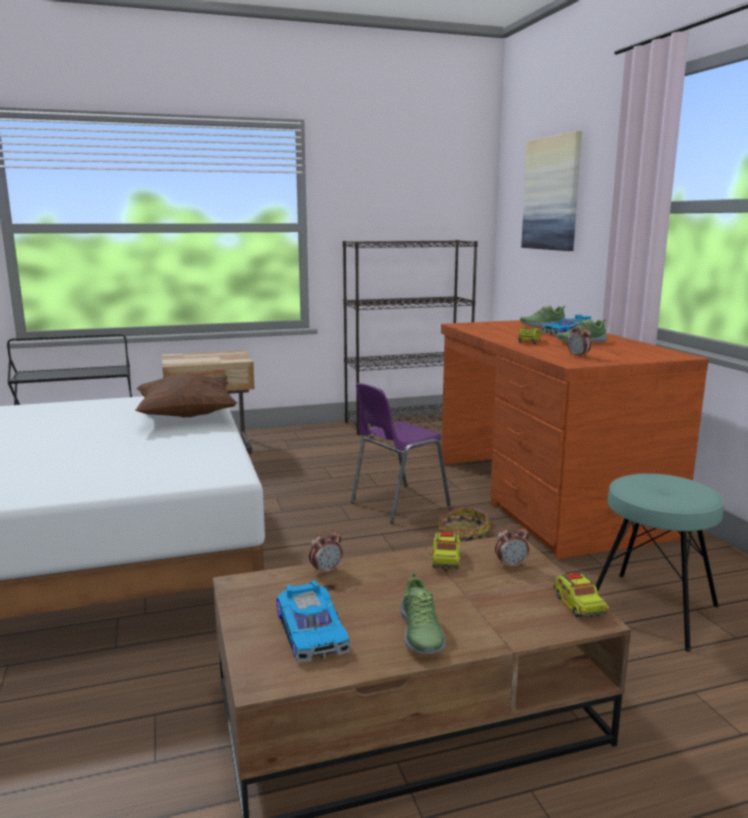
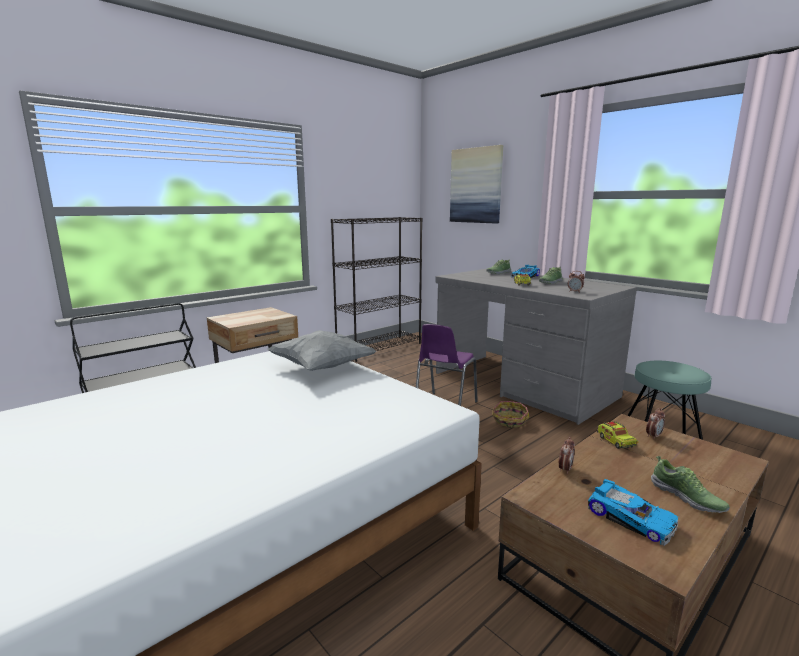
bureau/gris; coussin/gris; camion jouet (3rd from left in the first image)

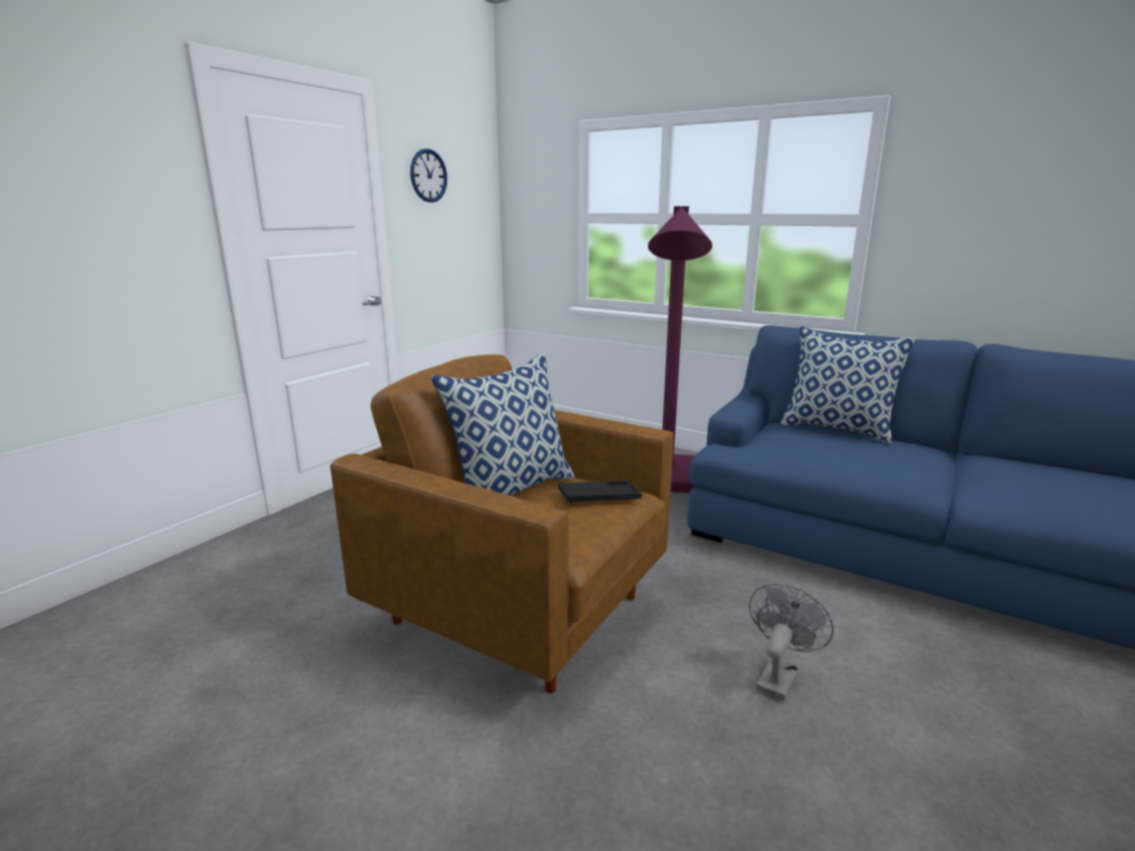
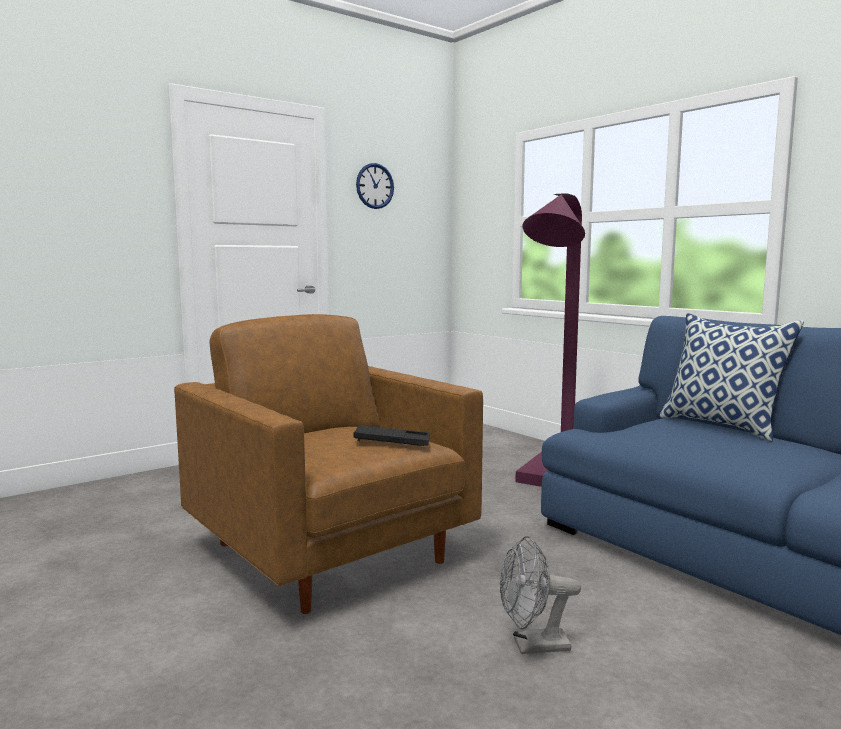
coussin (1st from left in the first image); ventilateur/gris

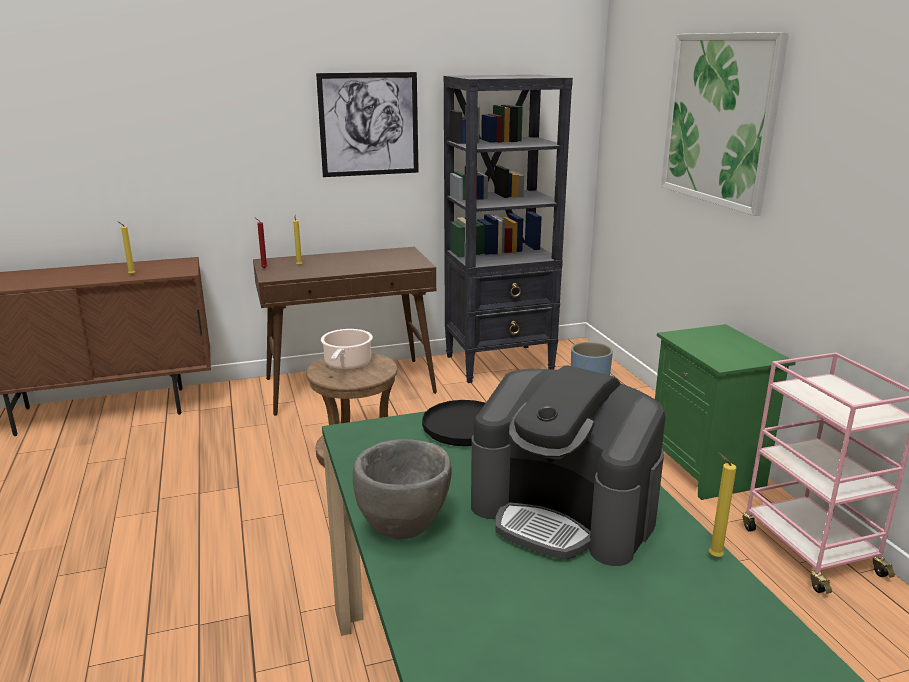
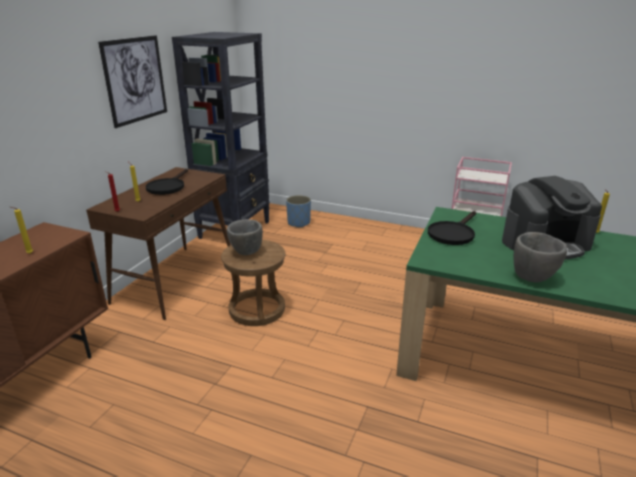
tableau (2nd from left in the first image); table de chevet/vert; bol/gris (1st from left); poêle/noir (1st from left)

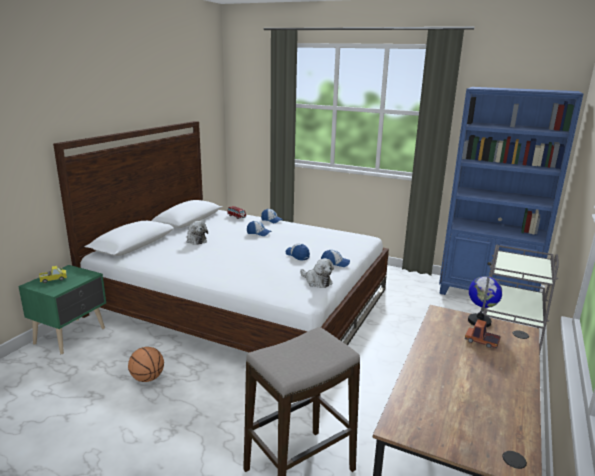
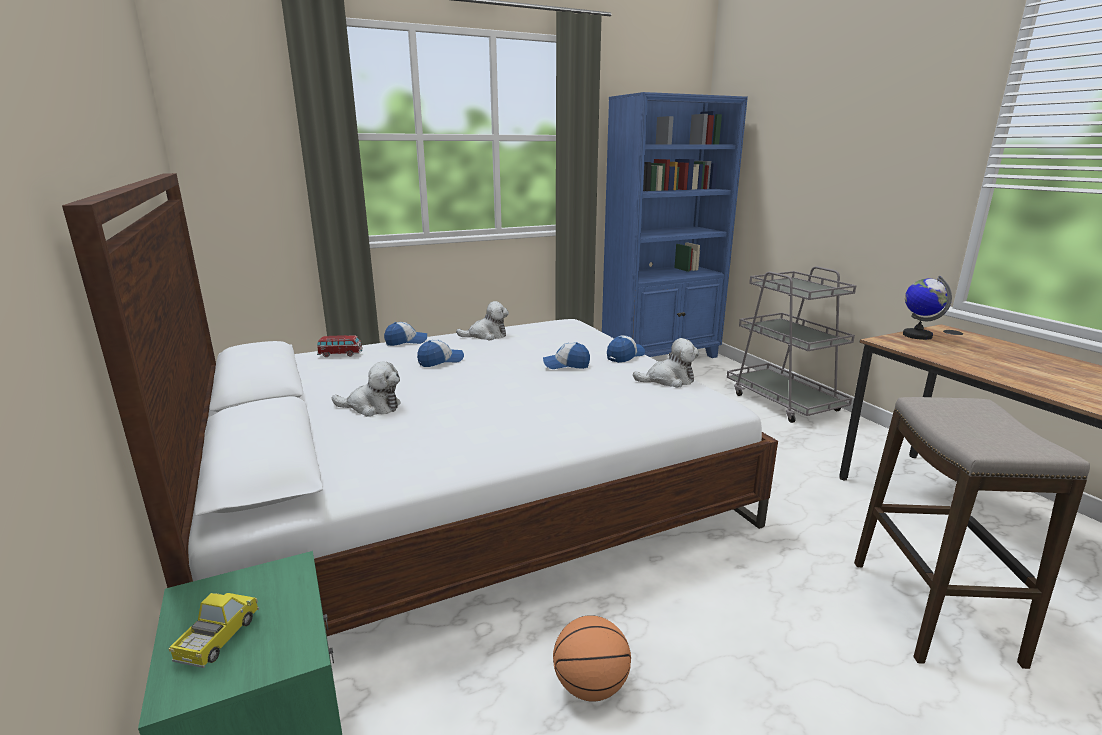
camion jouet (2nd from left in the first image); peluche (2nd from left)

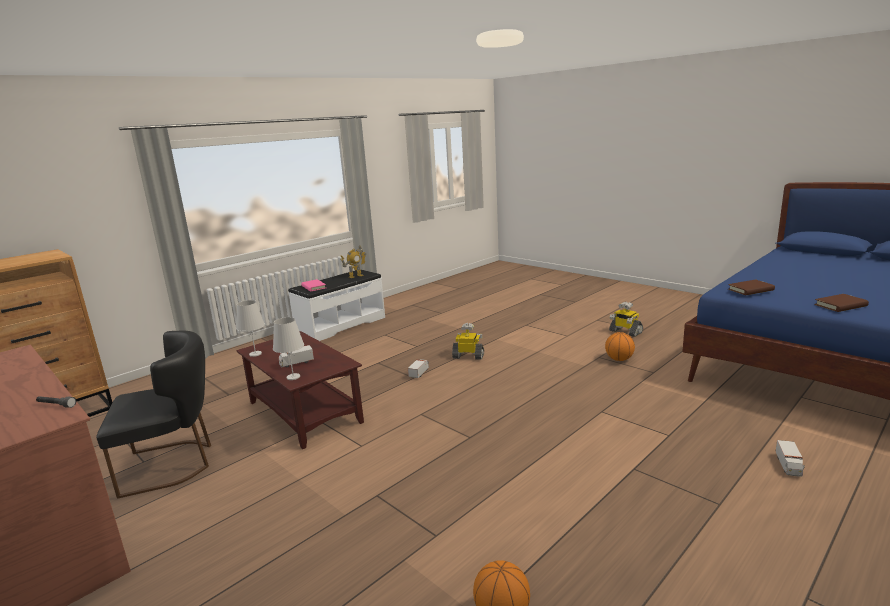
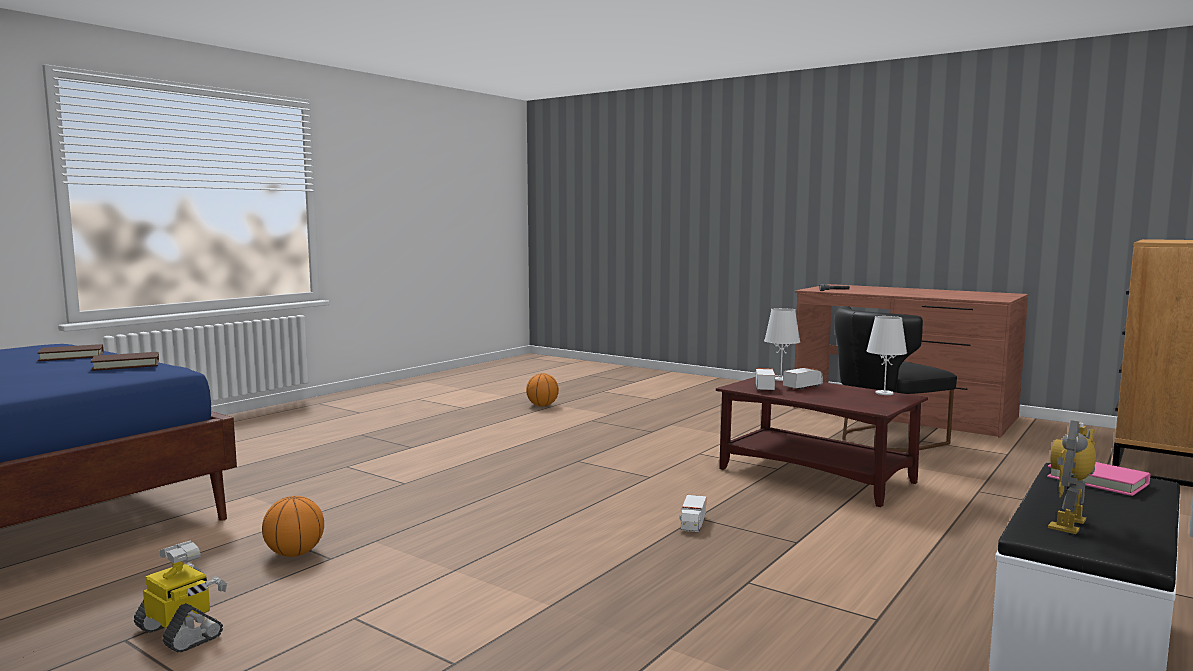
robot jouet (2nd from left in the first image); camion jouet (2nd from left)

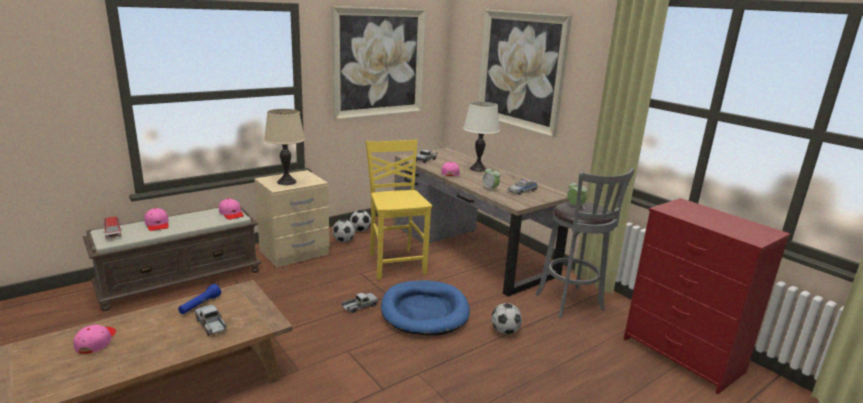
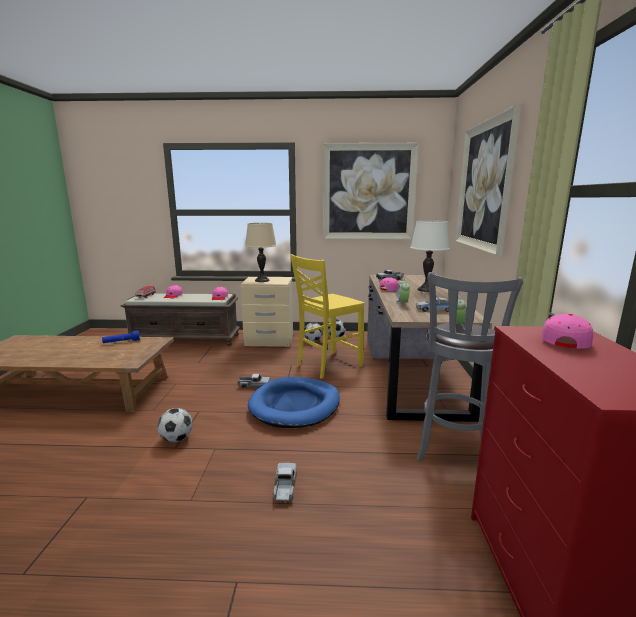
chaise/jaune; ballon de foot (1st from left); camion jouet (2nd from left); casquette/rose (4th from left)

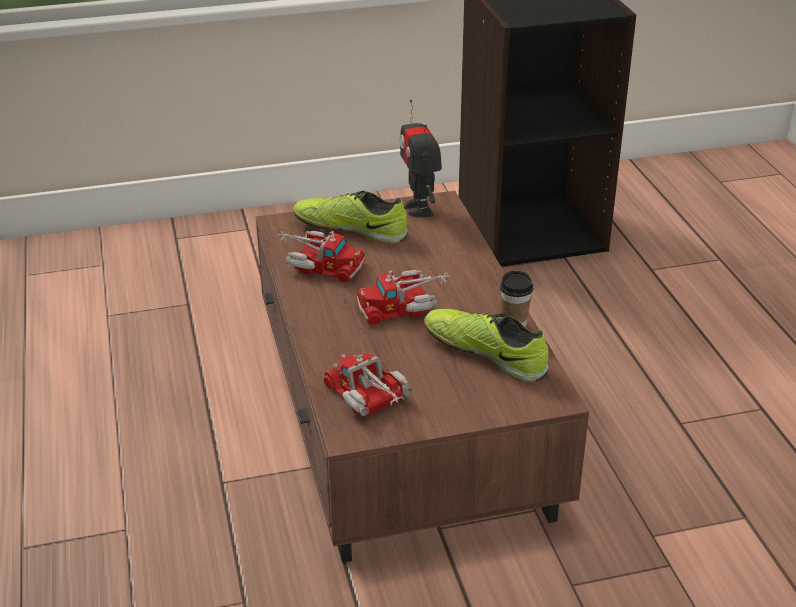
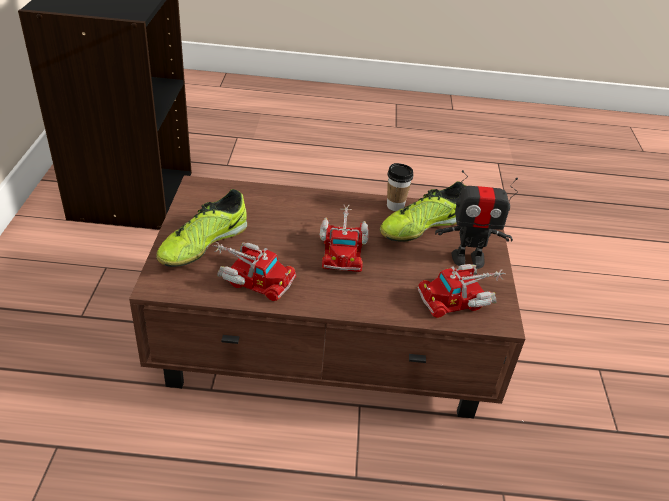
robot jouet; camion jouet (1st from left)

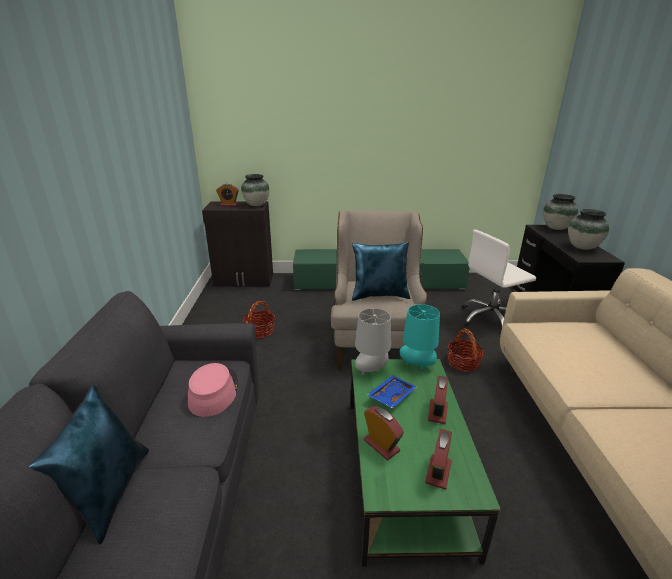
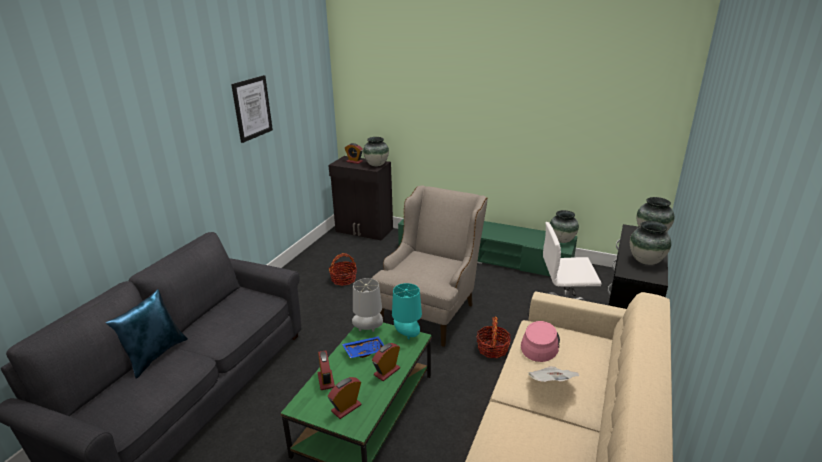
coussin/bleu (2nd from left in the first image); chapeau/rose; tableau; vase (2nd from left); journal

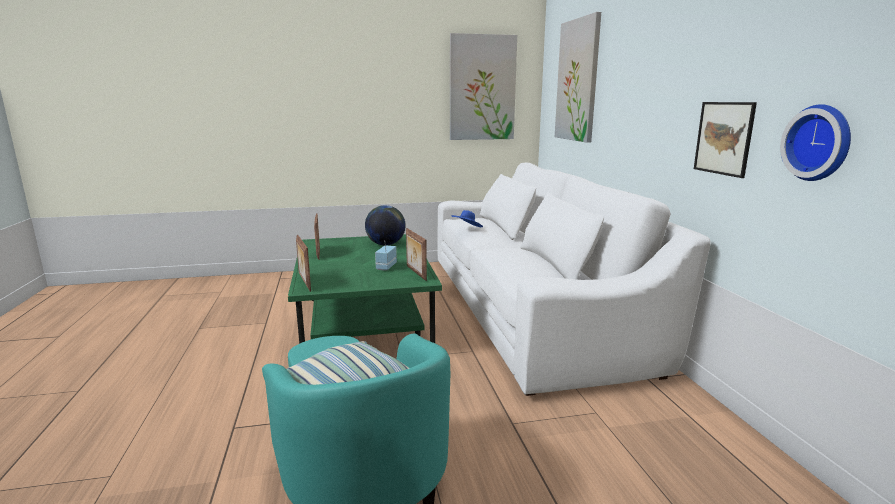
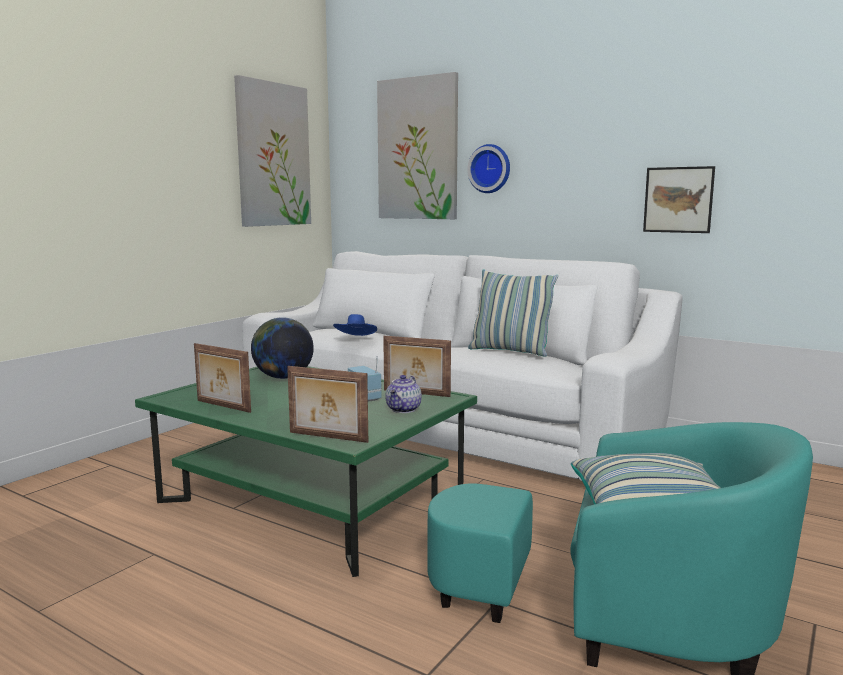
horloge murale; coussin (1st from left); théière

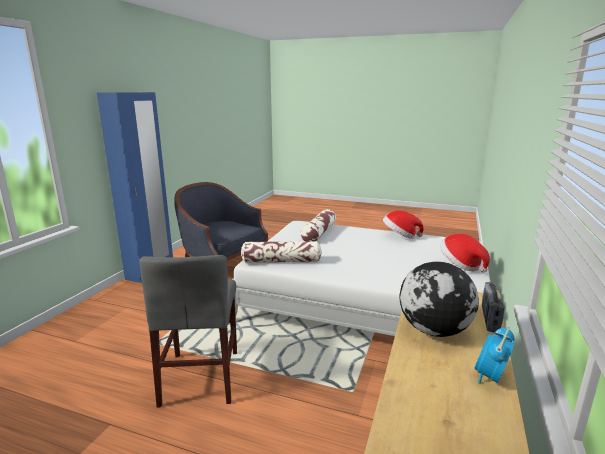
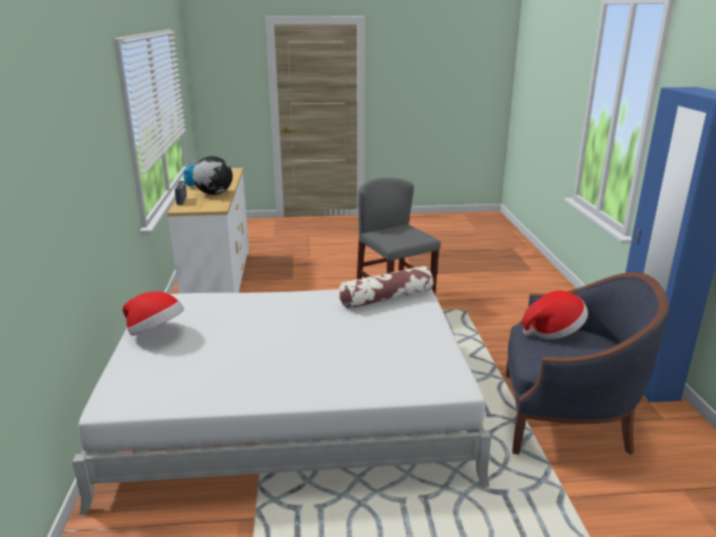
coussin (2nd from left in the first image); chapeau (2nd from left)

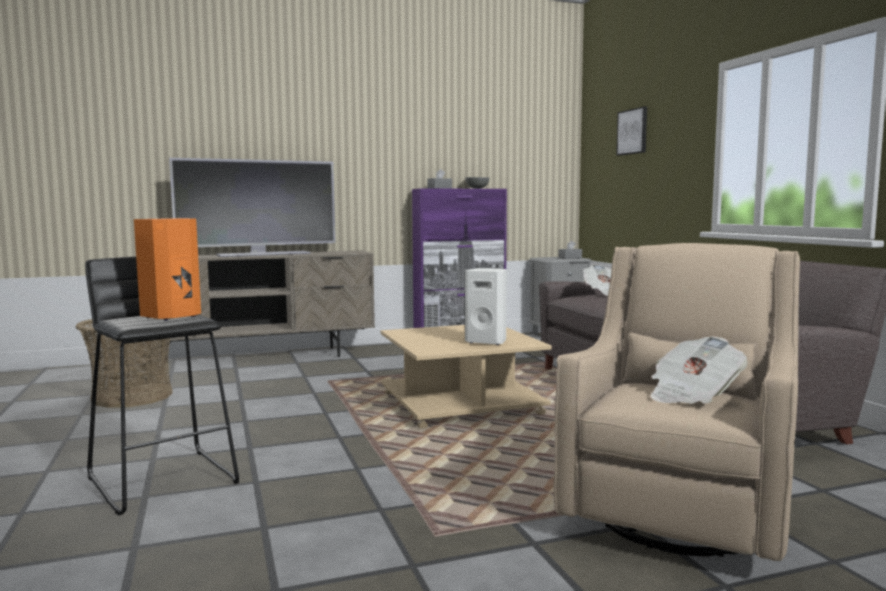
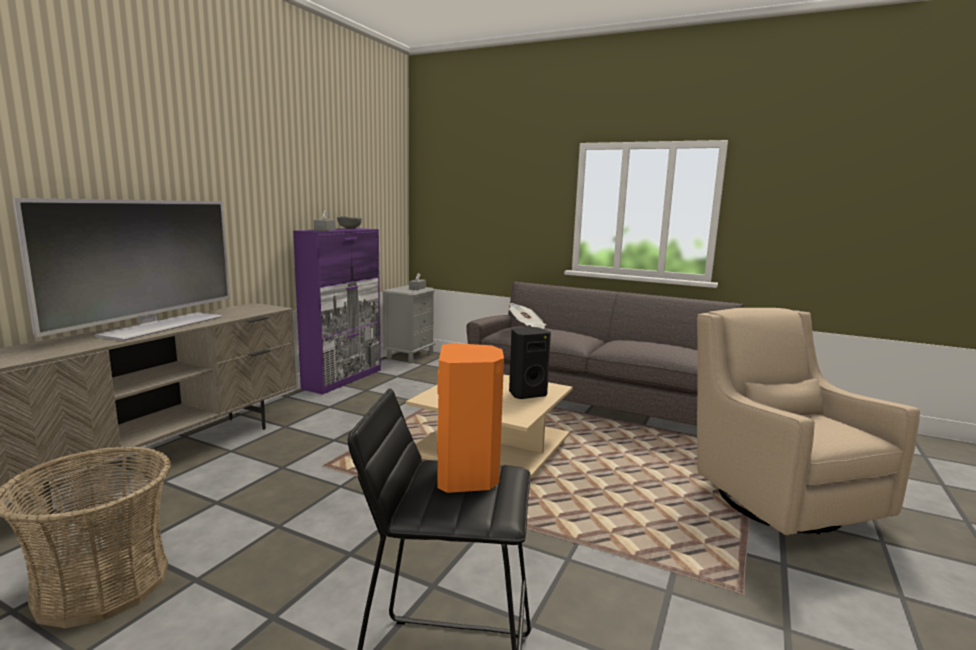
tableau; enceinte/noir; journal (2nd from left in the first image)

